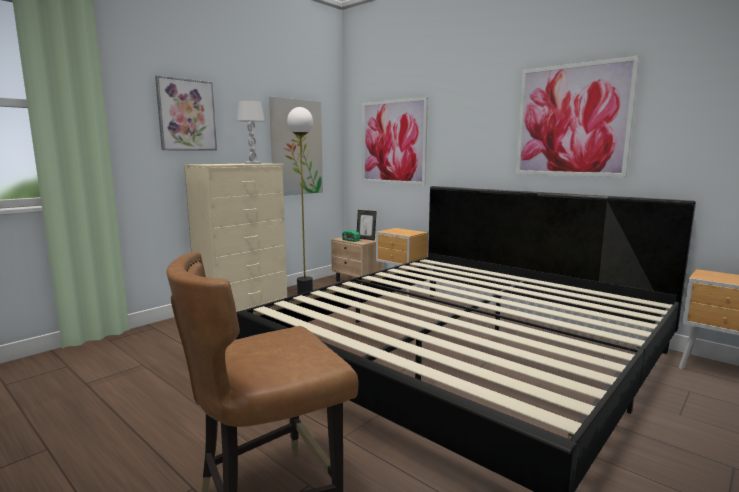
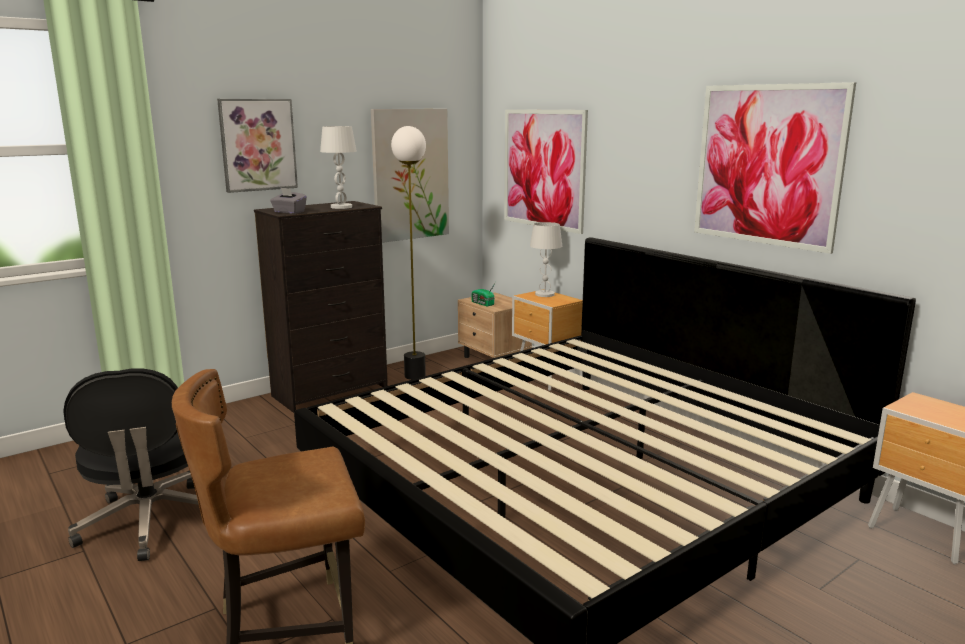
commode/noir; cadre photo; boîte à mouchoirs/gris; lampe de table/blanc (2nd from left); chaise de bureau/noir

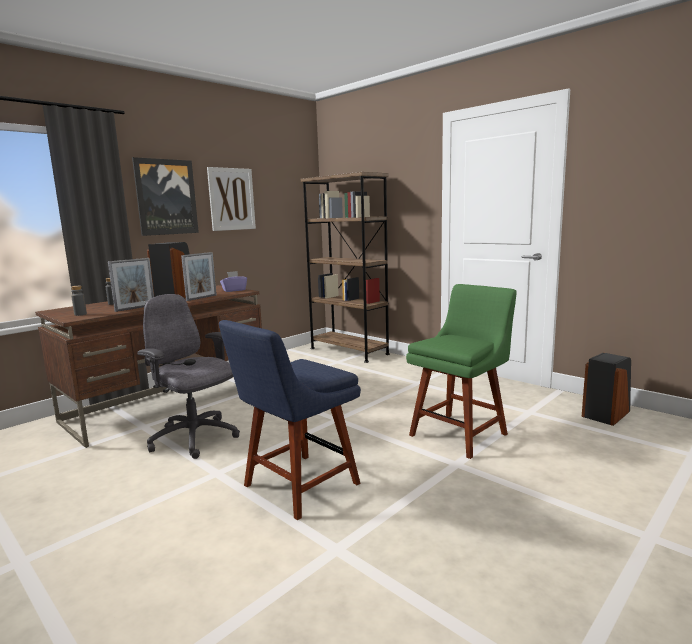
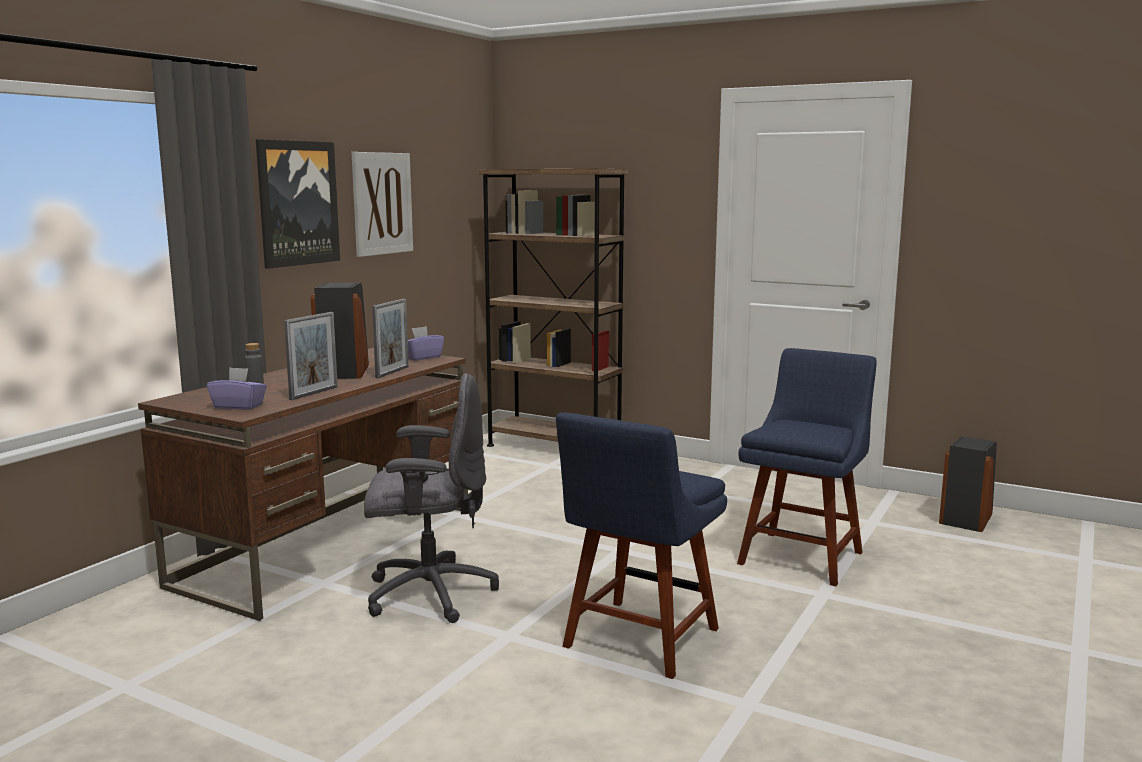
chaise/bleu (2nd from left); boîte à mouchoirs/violet (1st from left); chaise de bureau/gris

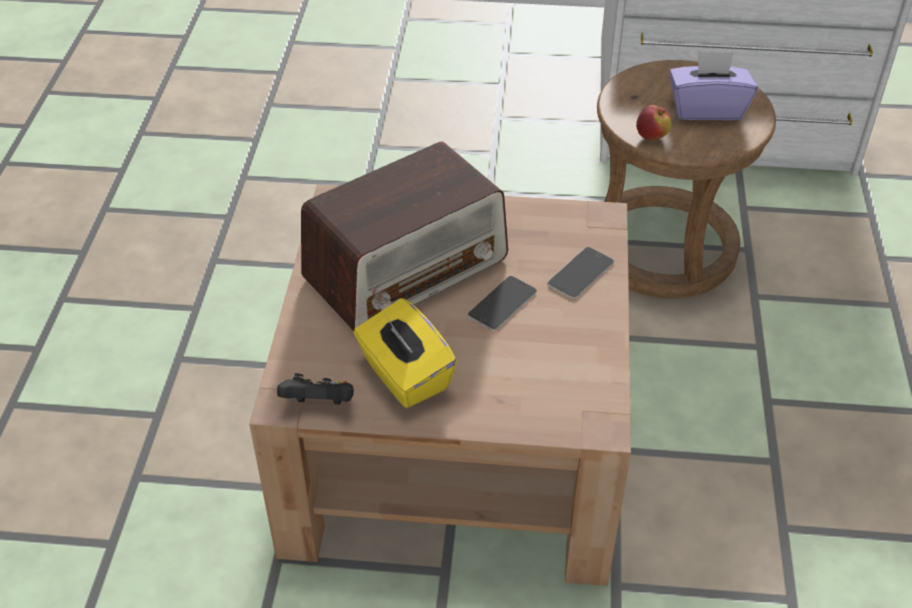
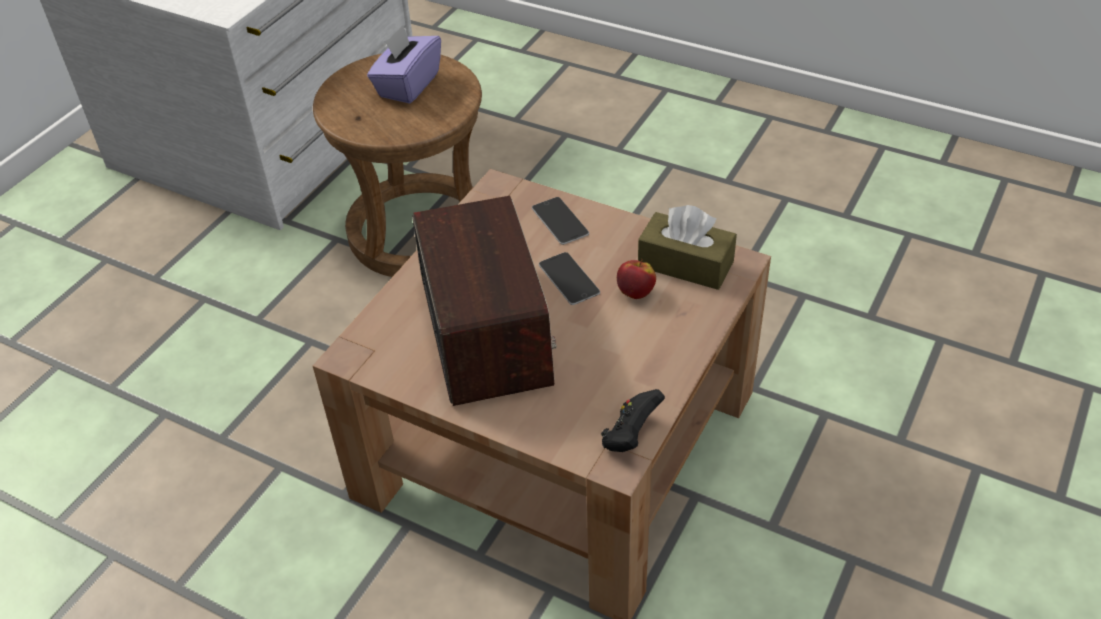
pomme; boîte à mouchoirs/jaune; boîte à mouchoirs/marron

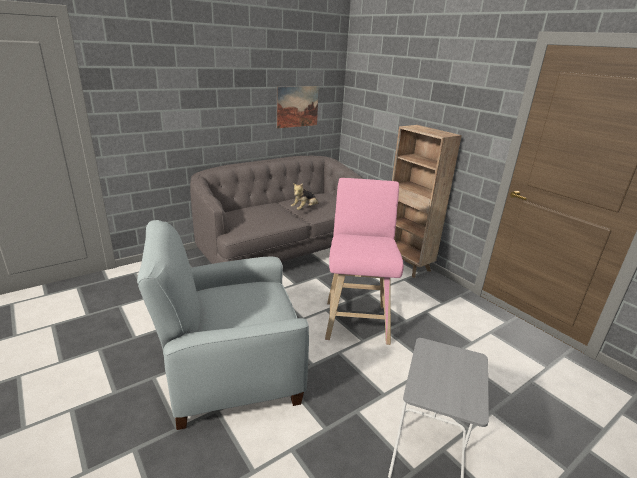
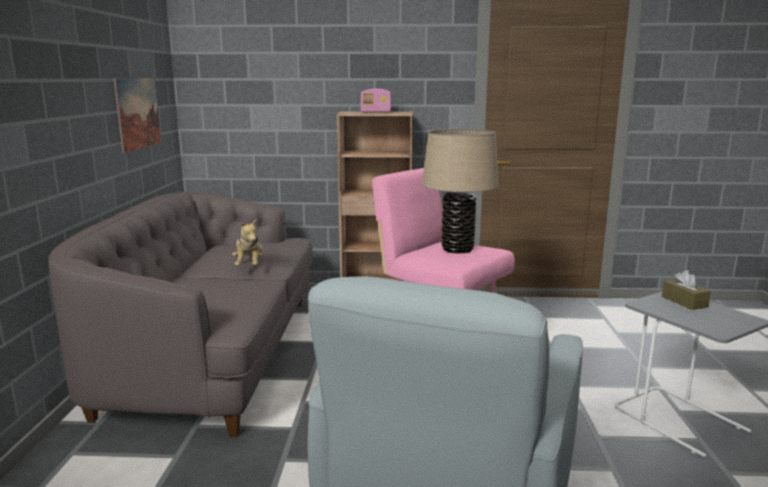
radio; lampe de table/beige; boîte à mouchoirs/marron

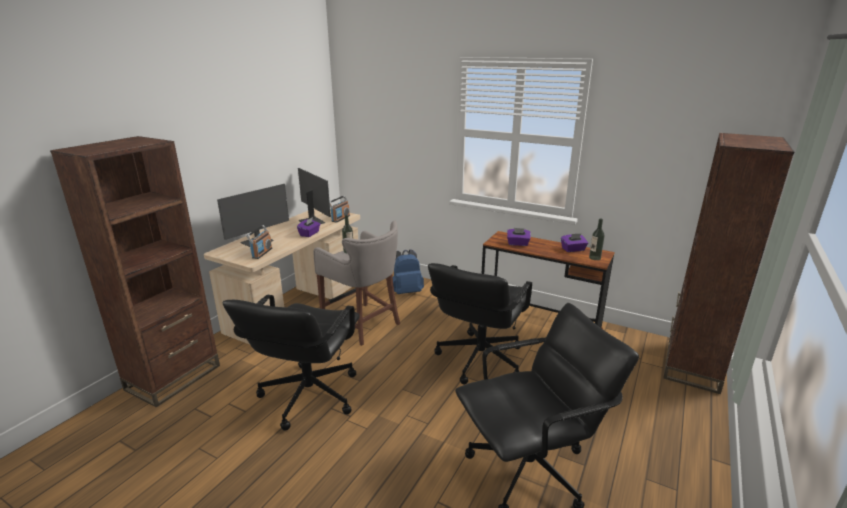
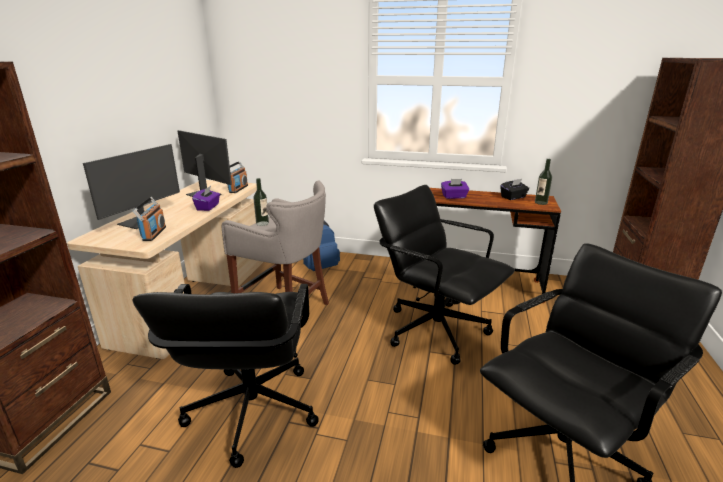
boîte à mouchoirs/noir; chaise de bureau/noir (2nd from left)

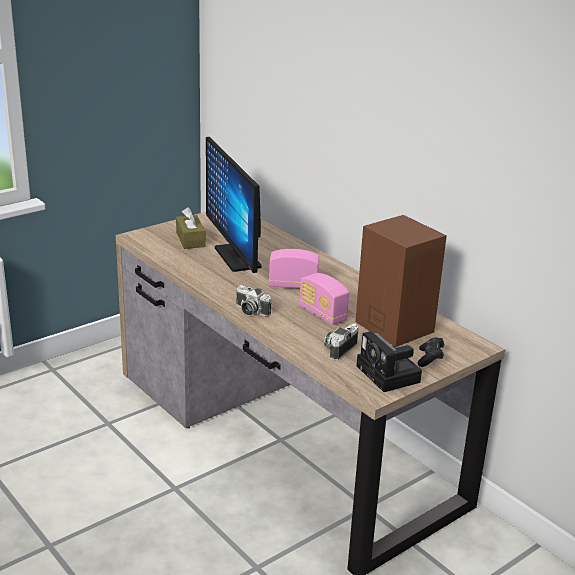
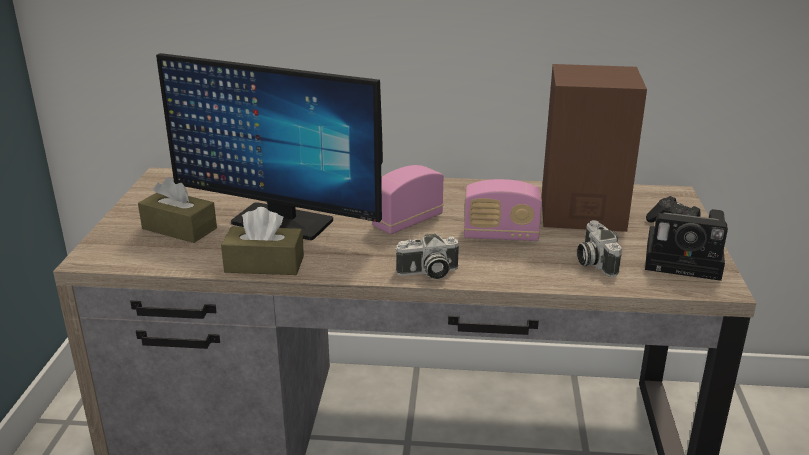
boîte à mouchoirs/marron (2nd from left)

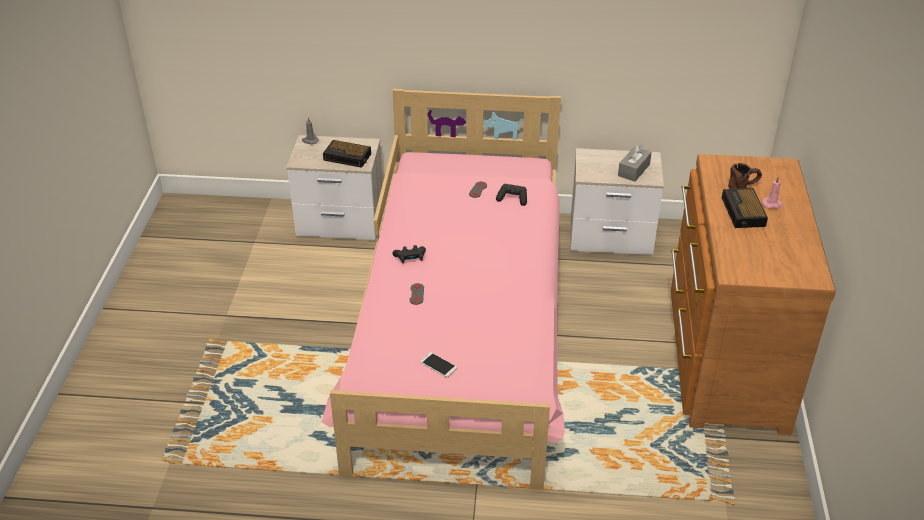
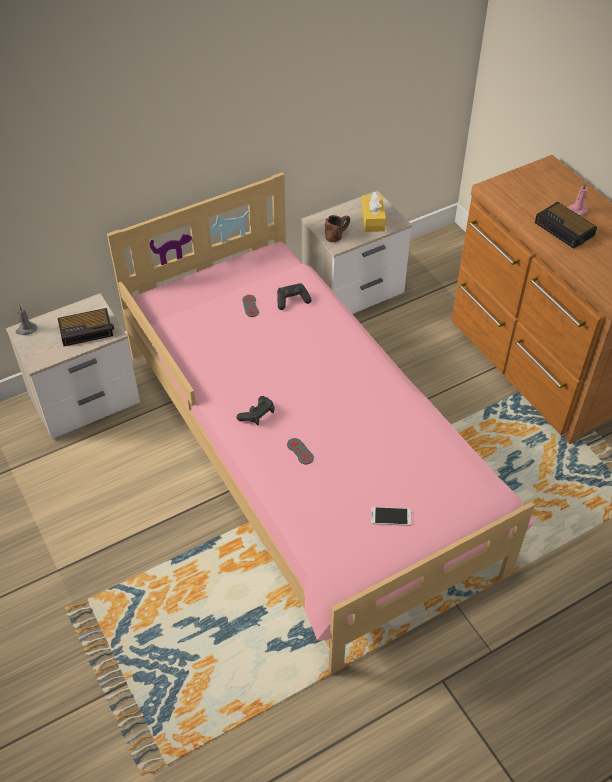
boîte à mouchoirs/jaune; mug/marron

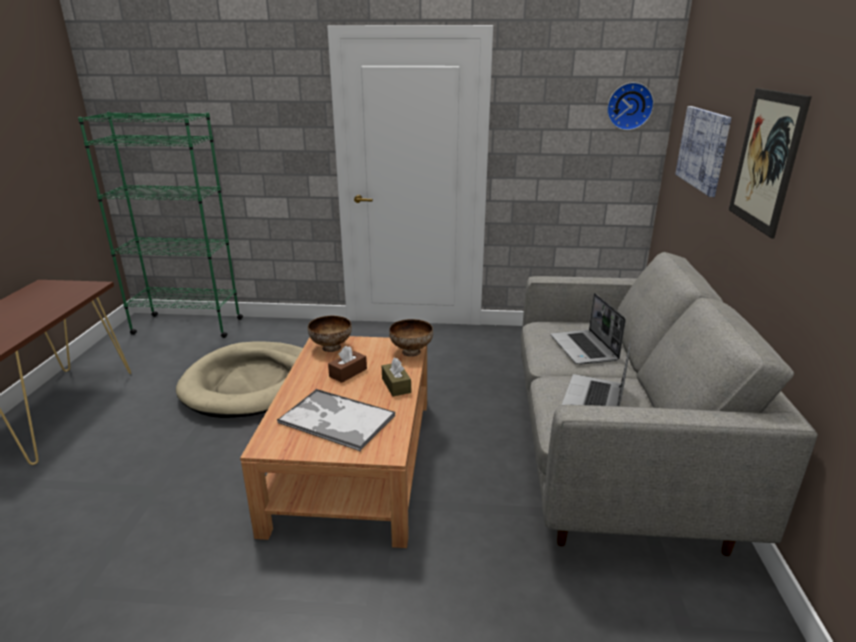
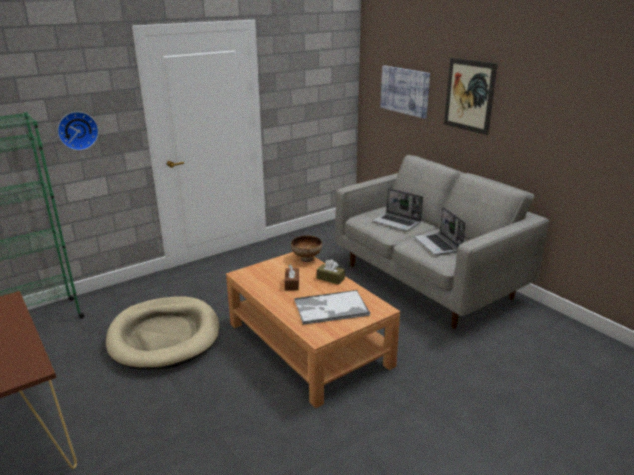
horloge murale; bol (1st from left in the first image)

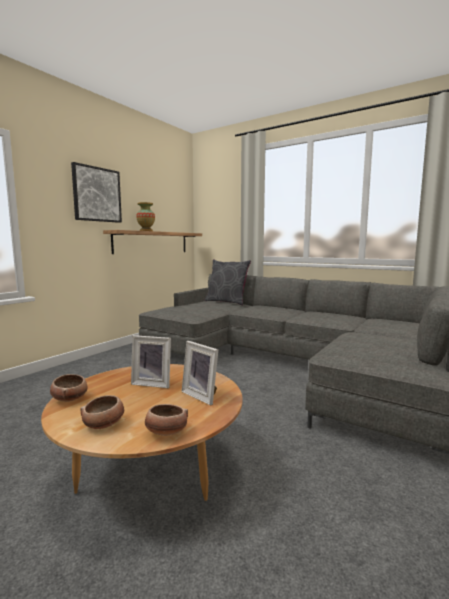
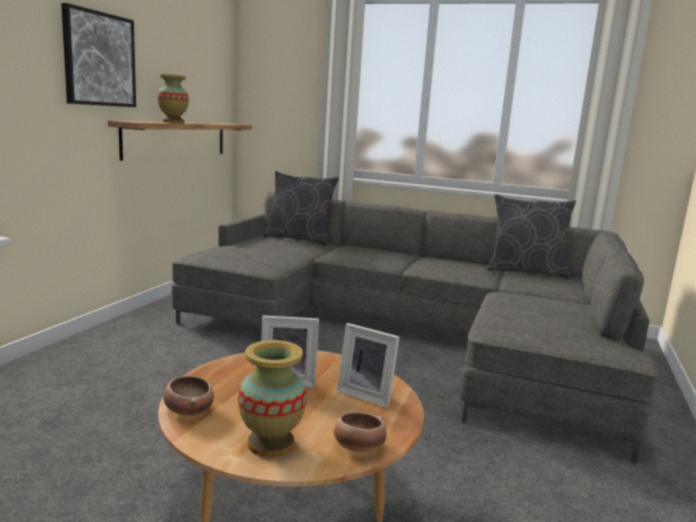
vase (2nd from left); coussin/gris (2nd from left)

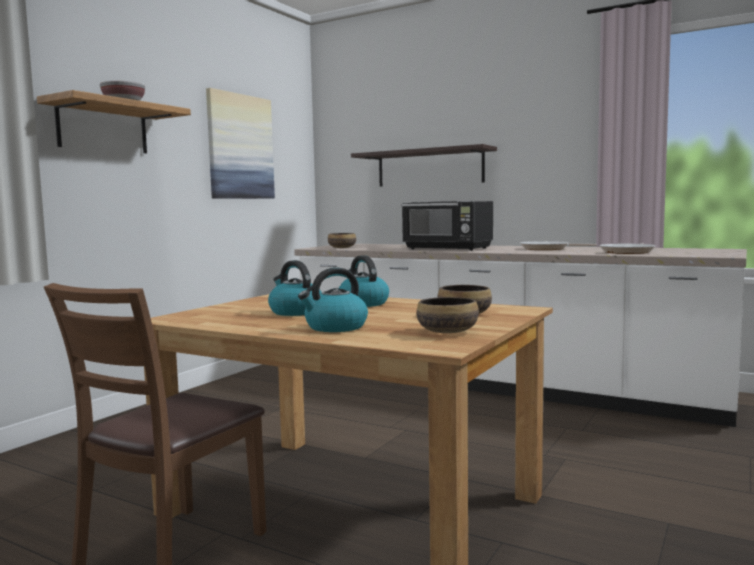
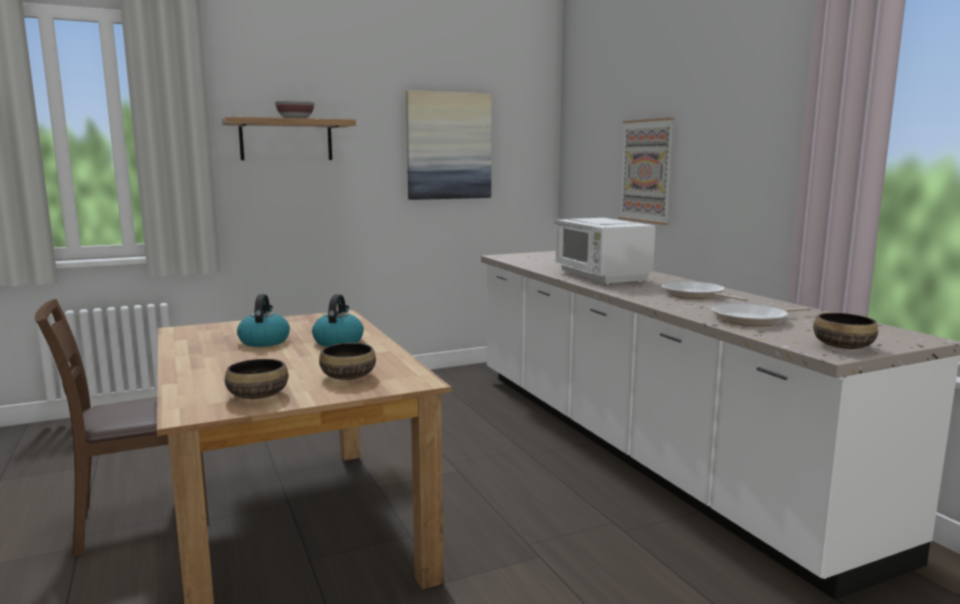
tableau (2nd from left); micro-ondes/blanc; bol (4th from left); bouilloire (2nd from left in the first image)

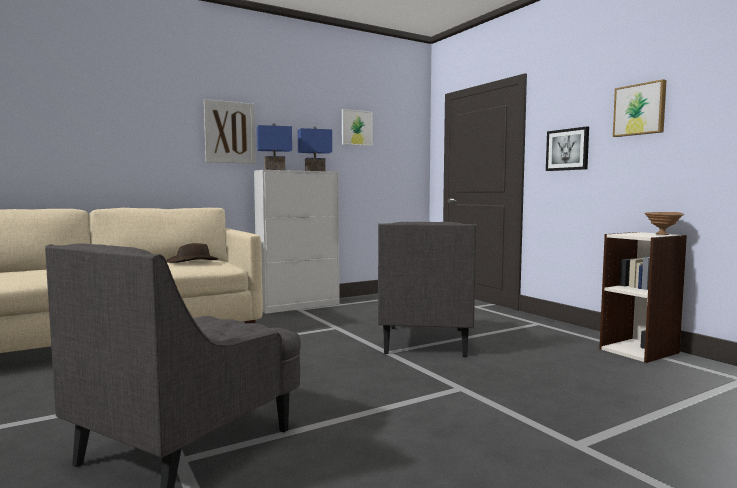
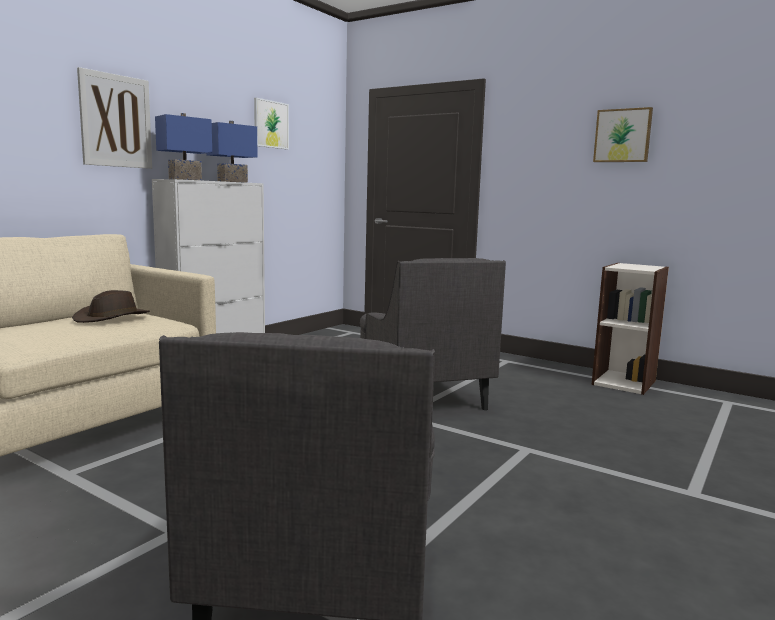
tableau (3rd from left in the first image); bol/marron

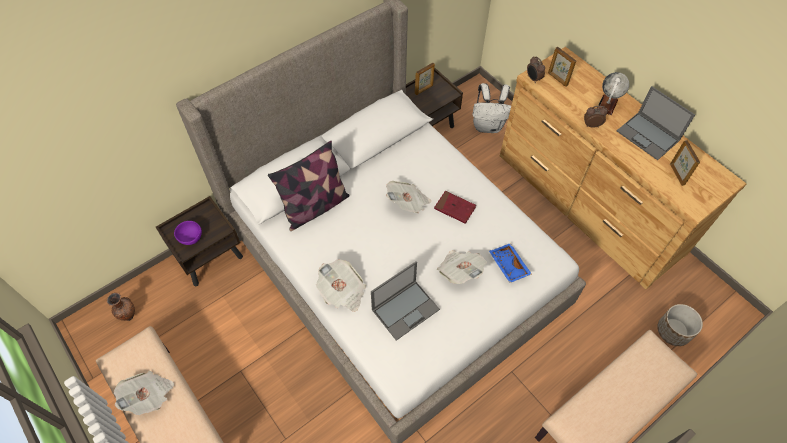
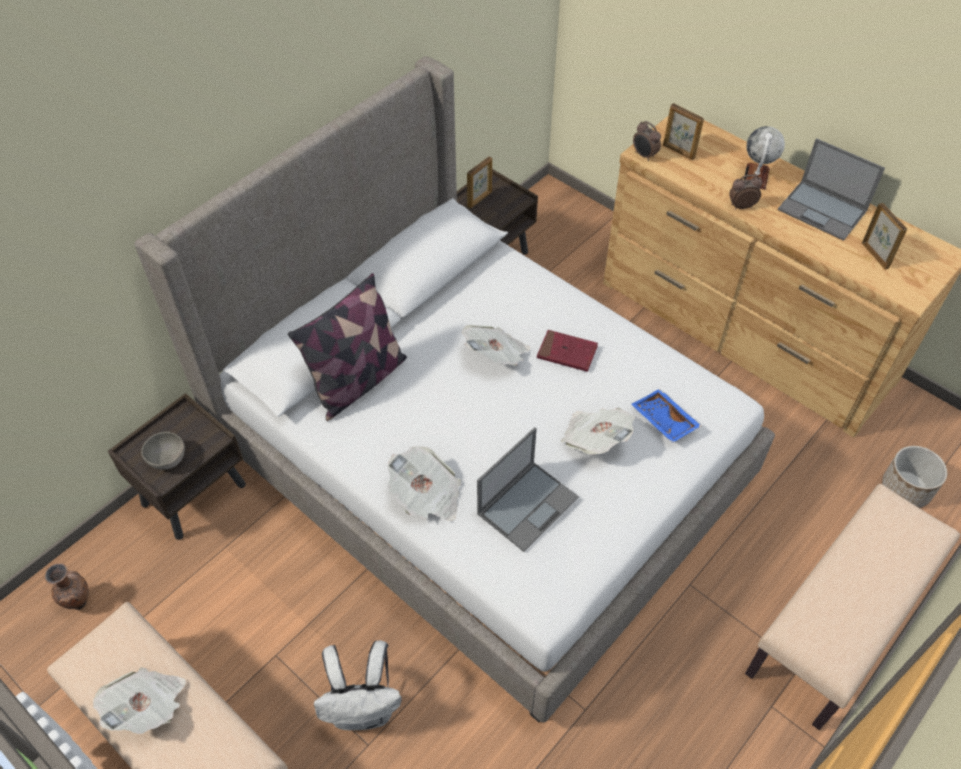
sac à dos/blanc; bol/gris

